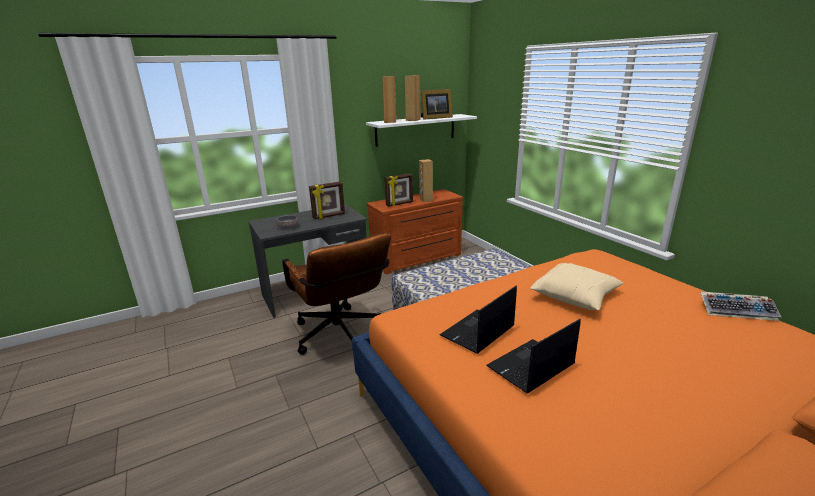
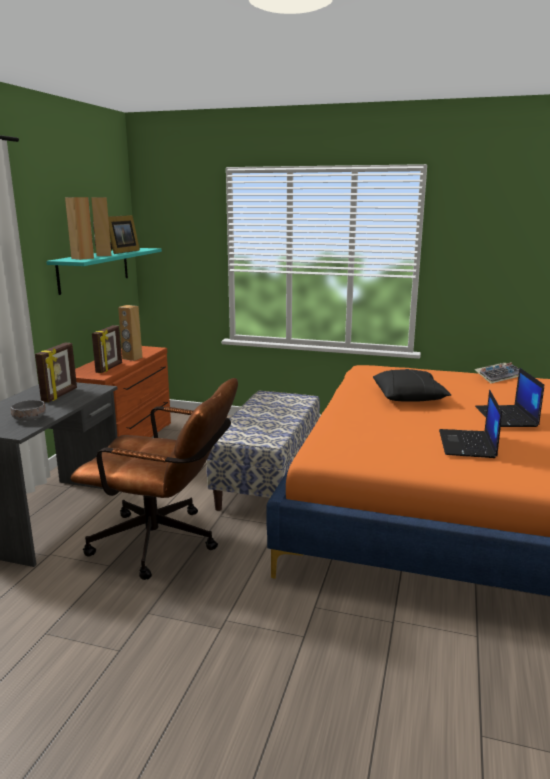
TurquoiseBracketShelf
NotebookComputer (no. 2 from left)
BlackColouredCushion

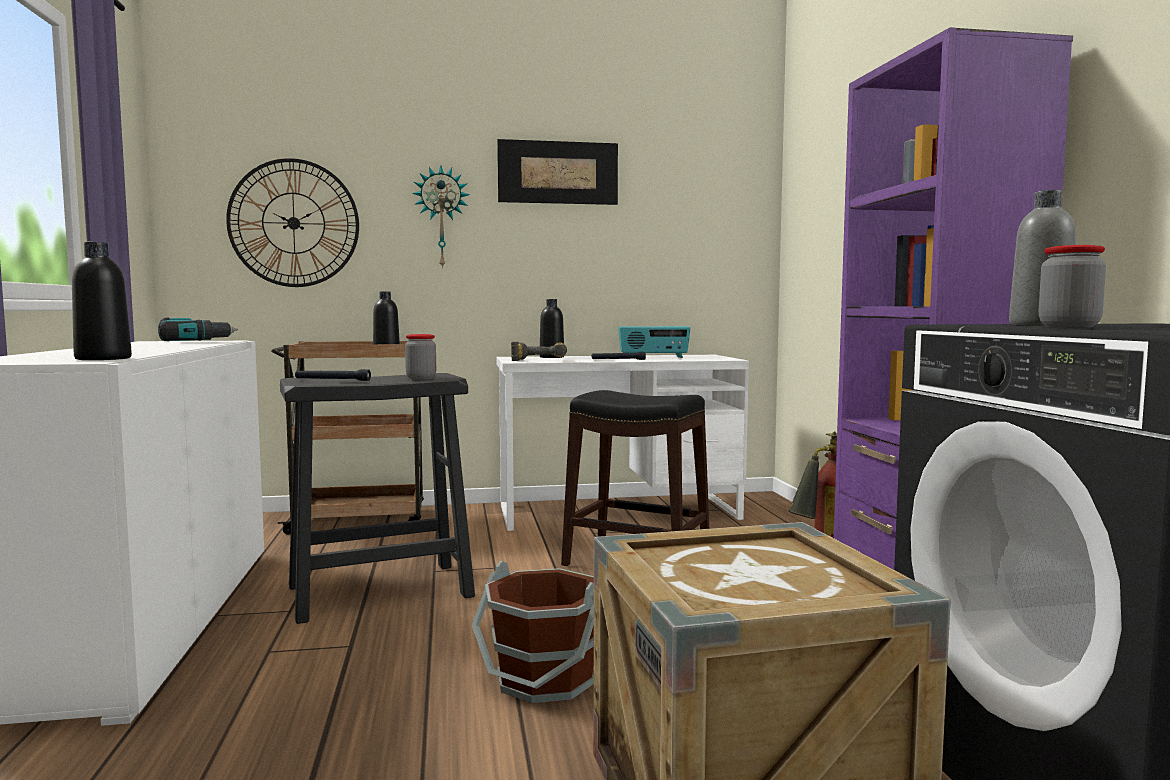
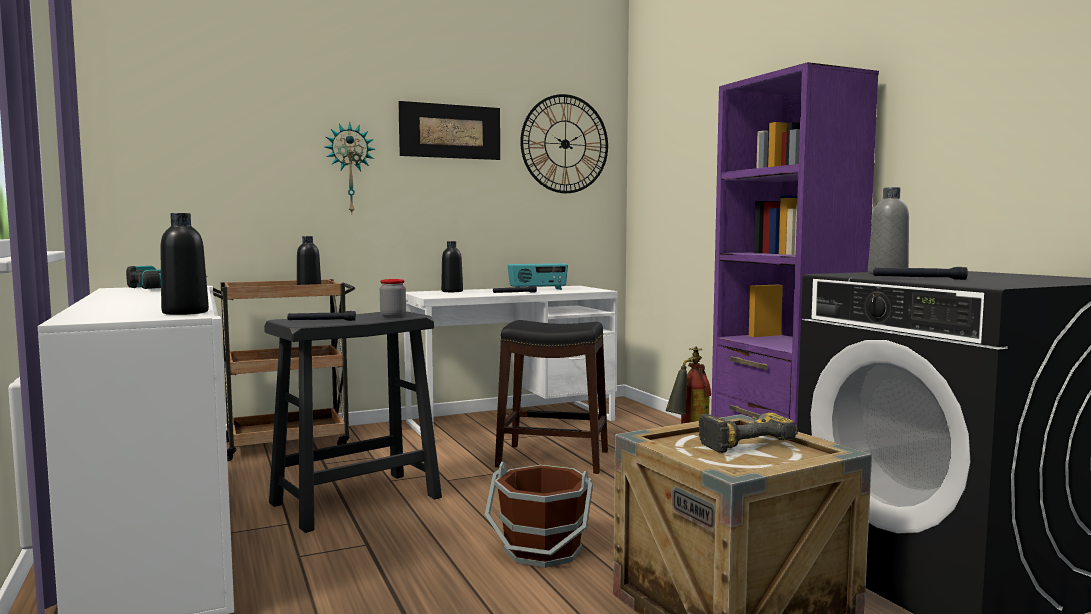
ClockOnTheWall (no. 2 from left)
ElectricDrill (no. 2 from left)
BlackColouredTorch (no. 3 from left)

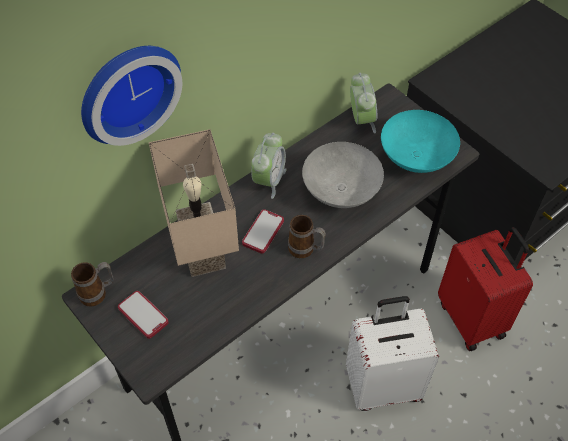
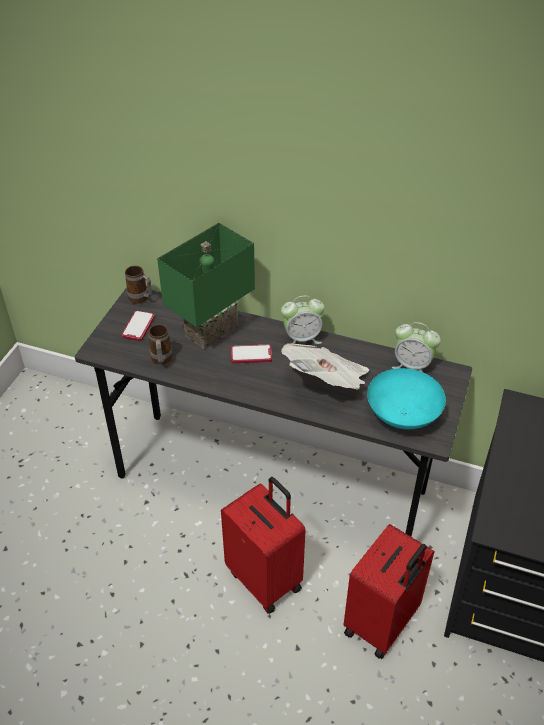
ClockOnTheWall
GreenishLampForATable
Mug (no. 2 from left)
DailyPaper
RedSuitcase (no. 1 from left)
AlarmClock (no. 2 from left)

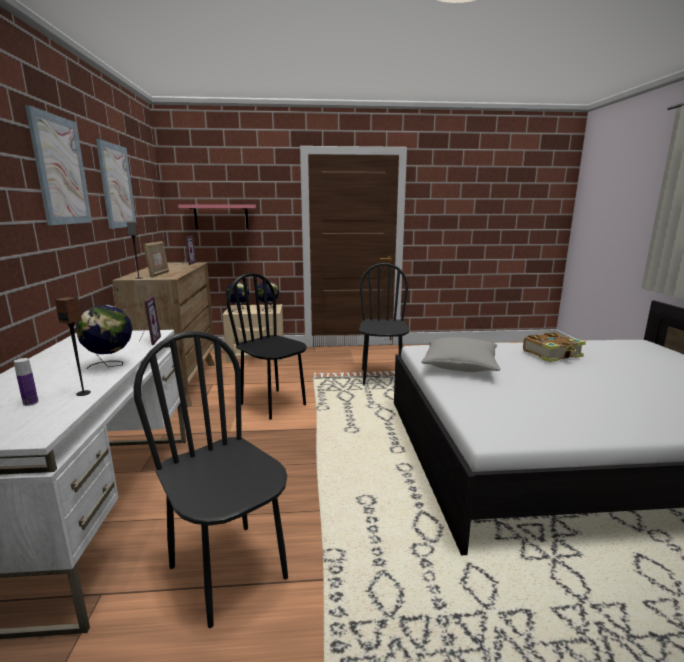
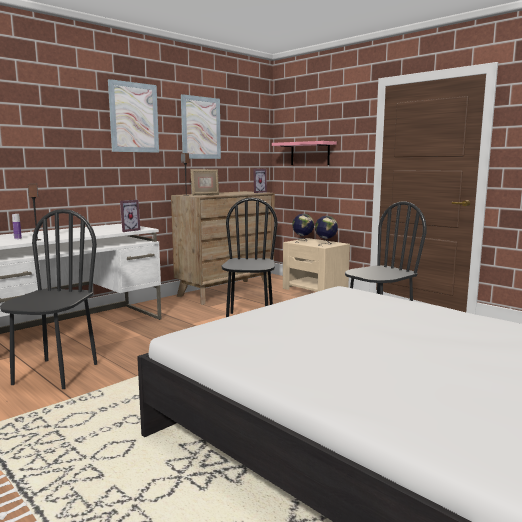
DeskGlobe (no. 1 from left in the first image)
GreyCushion
Volume

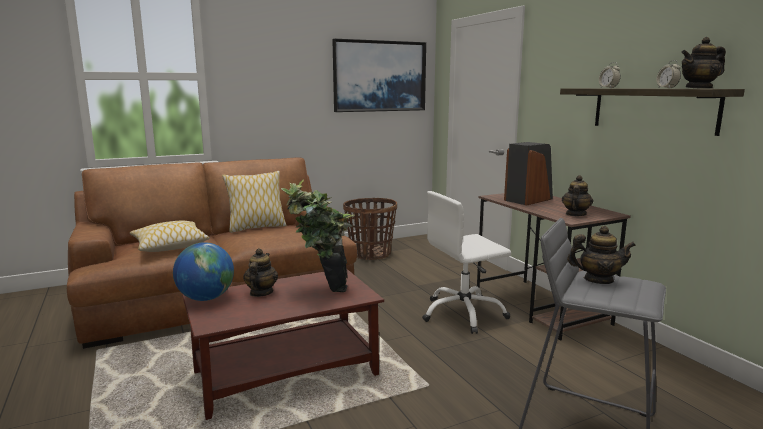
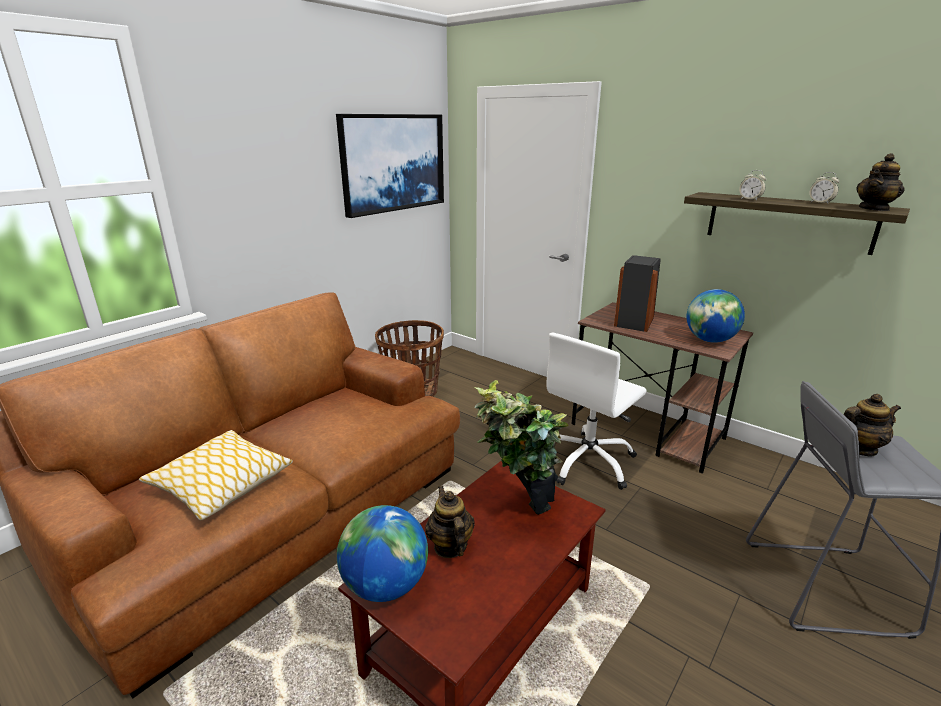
Cushion (no. 2 from left in the first image)
DeskGlobe (no. 2 from left)

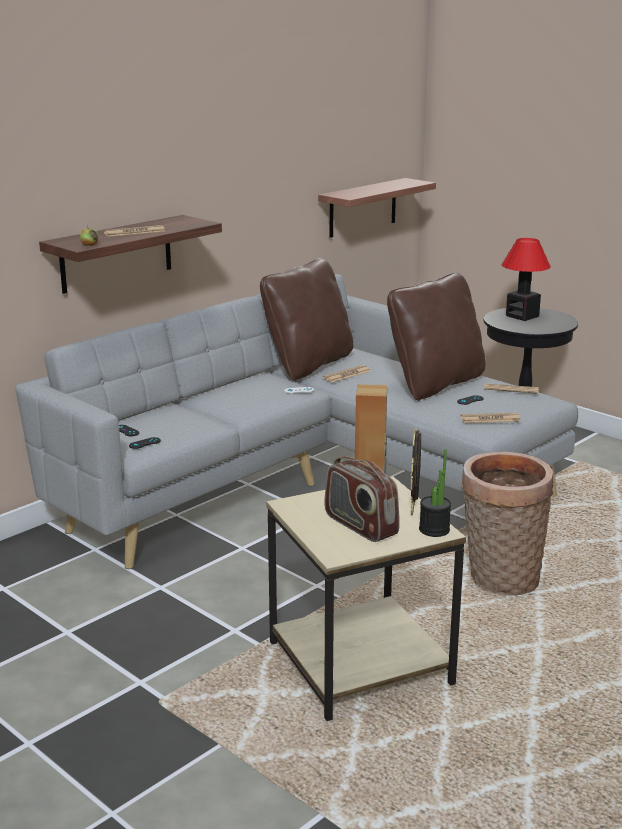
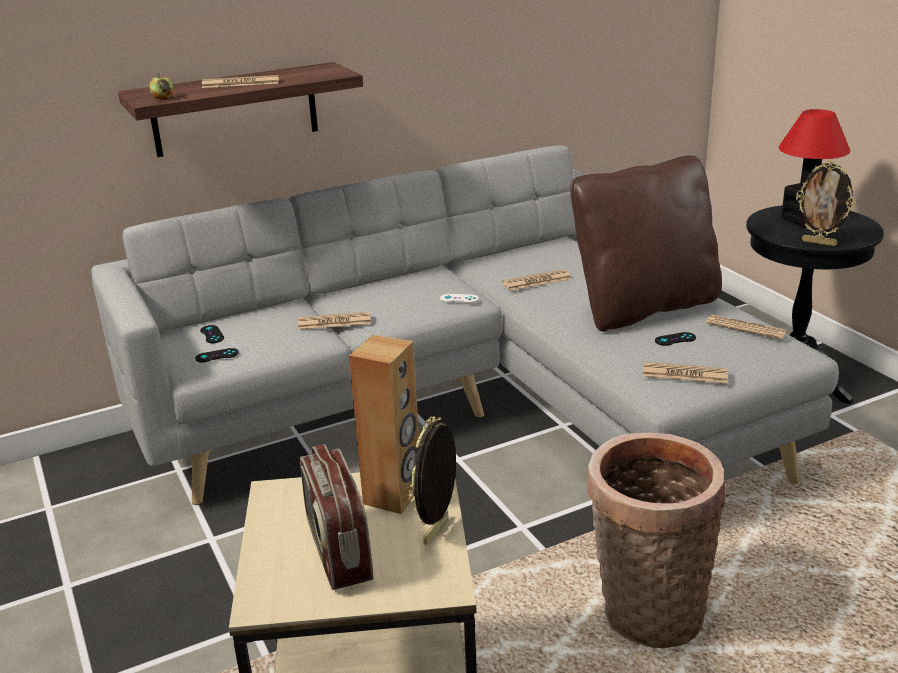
BrownishCushion (no. 1 from left in the first image)
BracketShelf (no. 2 from left in the first image)
PlantInAPot
DailyPaper (no. 2 from left)
StandingFrame (no. 2 from left)

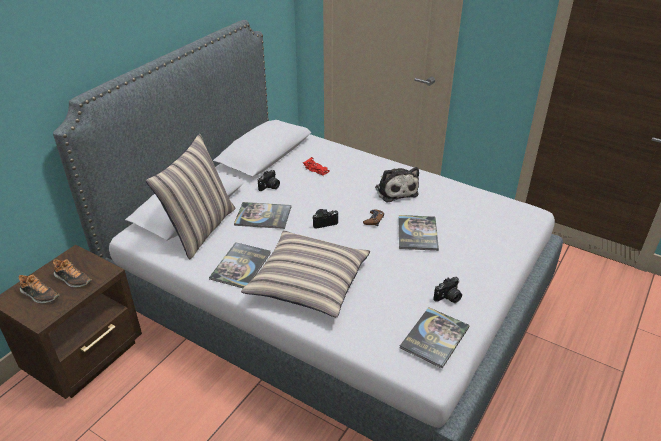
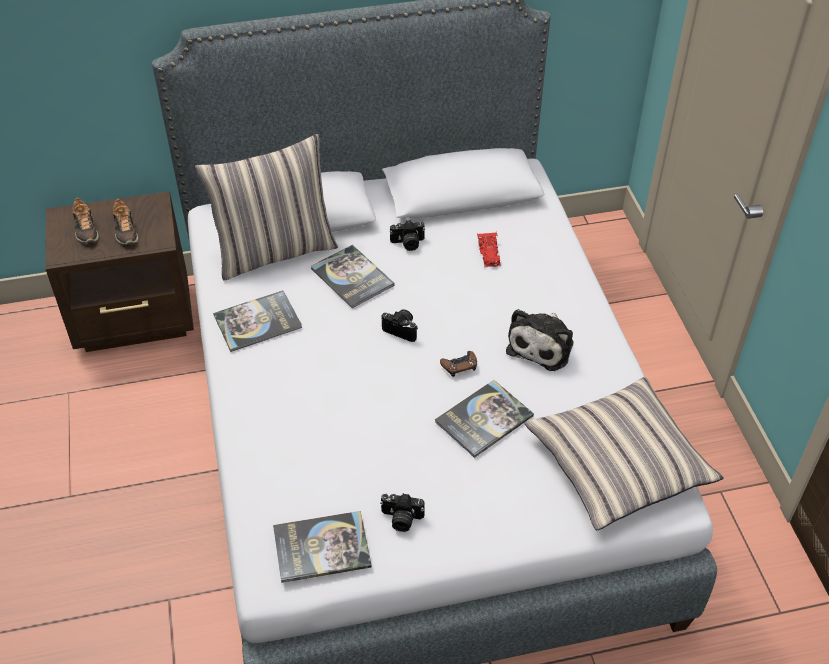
Cushion (no. 2 from left)

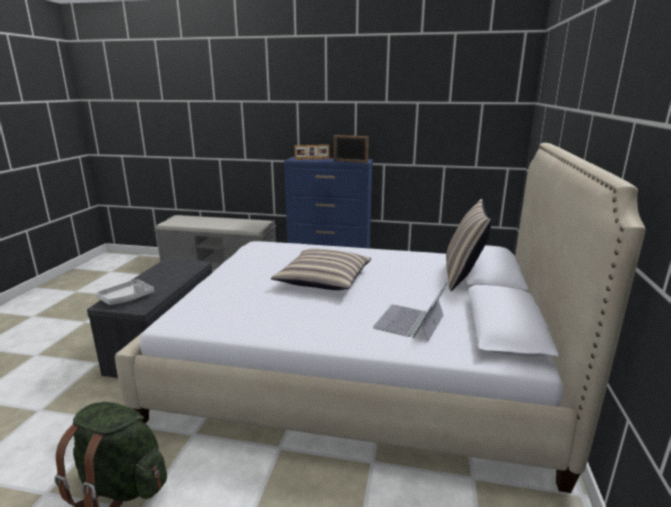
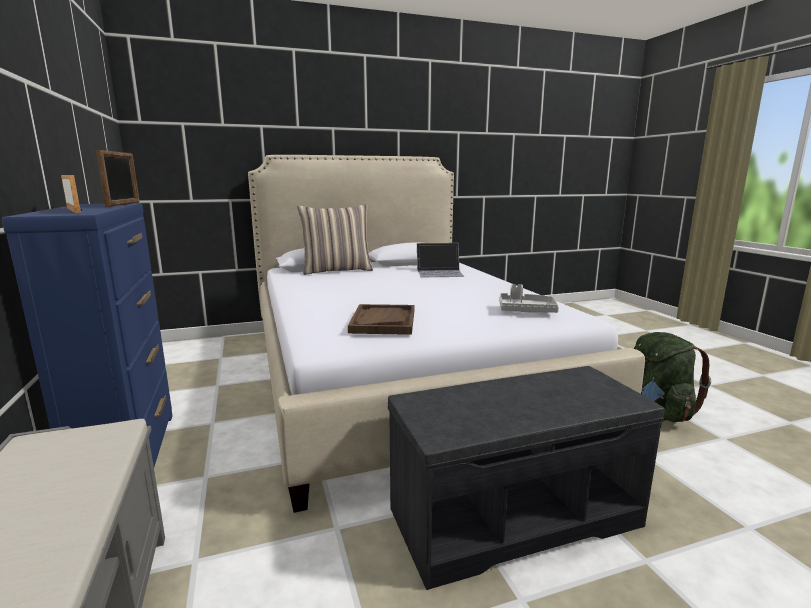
GreyCarryingTray
Cushion (no. 1 from left in the first image)
BrownishCarryingTray

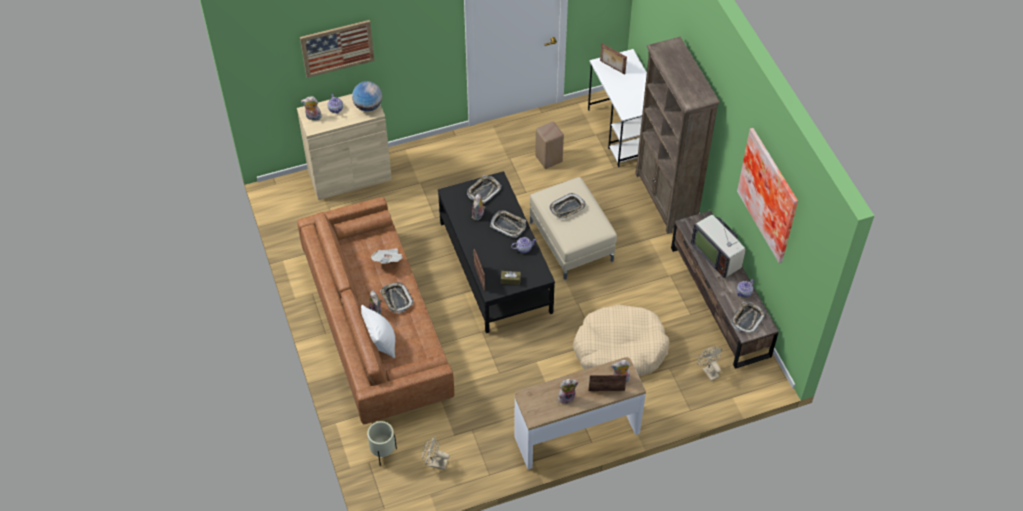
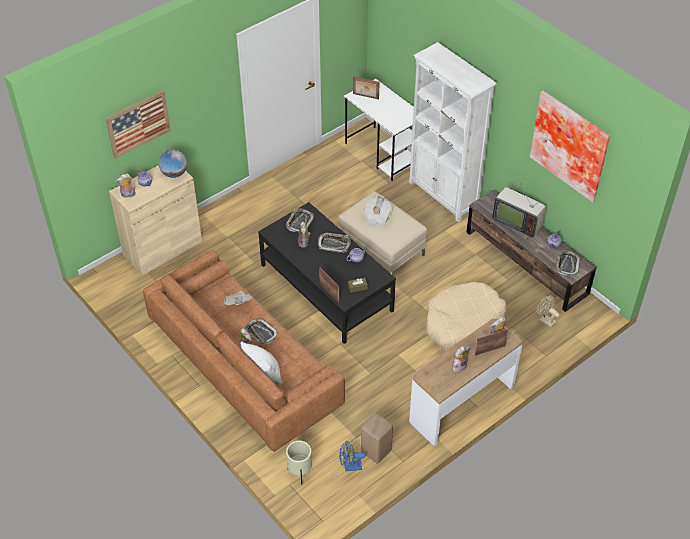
BlueColouredFan
BeigeColouredSittingStool
DailyPaper (no. 2 from left)
WhitishShelvingUnit

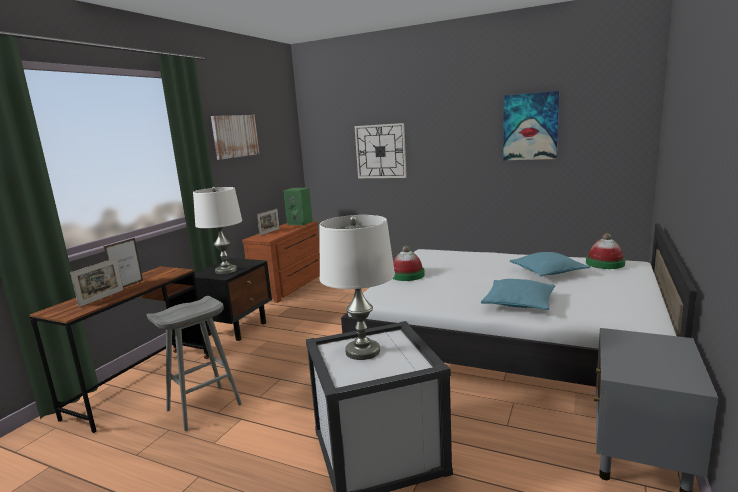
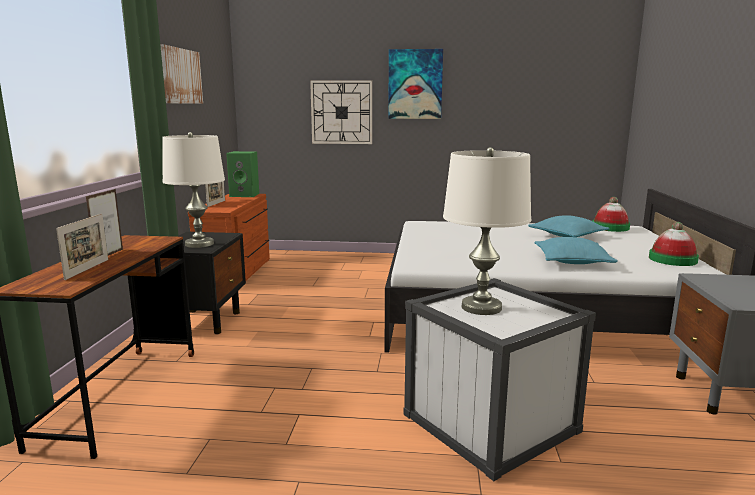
GreySittingStool
ClothingHat (no. 2 from left)
WallArt (no. 2 from left)

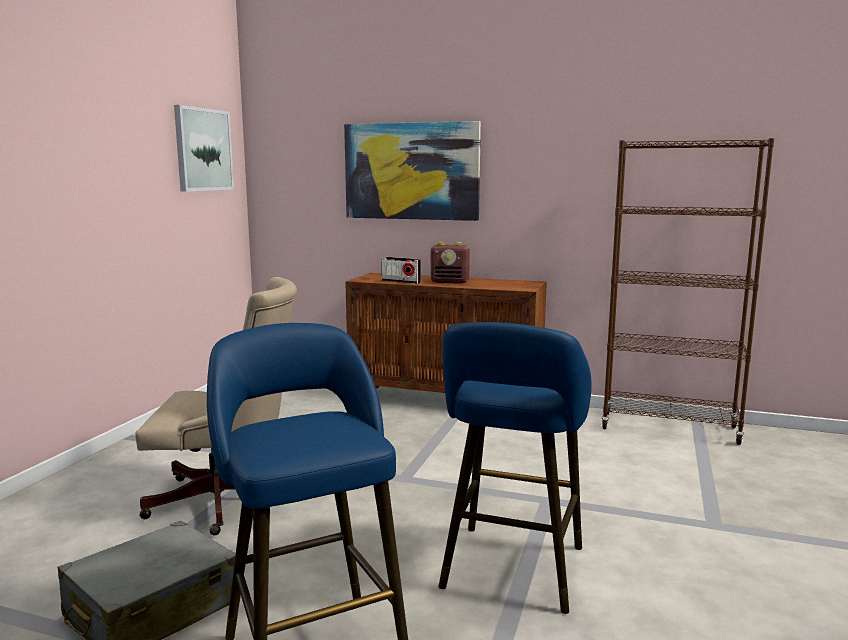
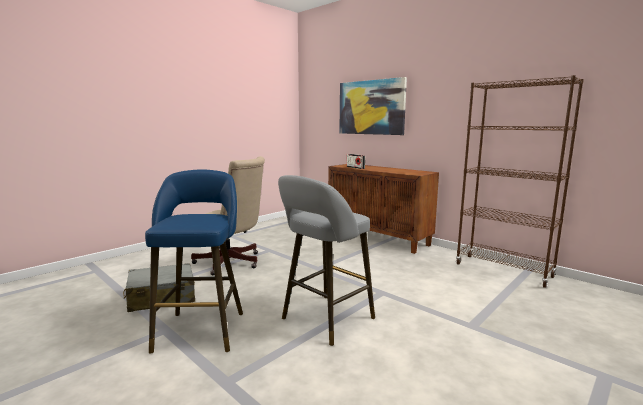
WallArt (no. 1 from left in the first image)
RadioSet (no. 2 from left in the first image)
GreySittingStool

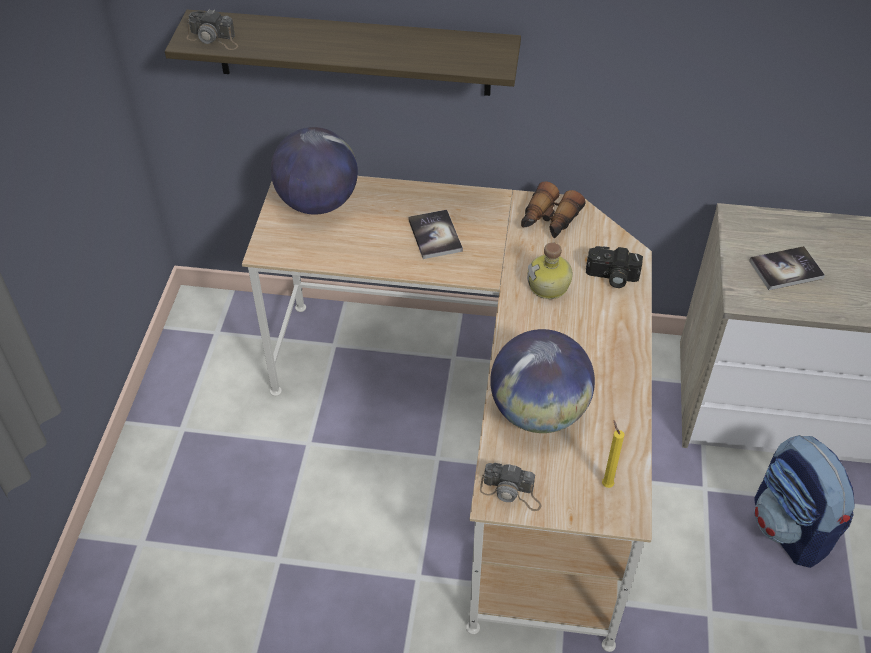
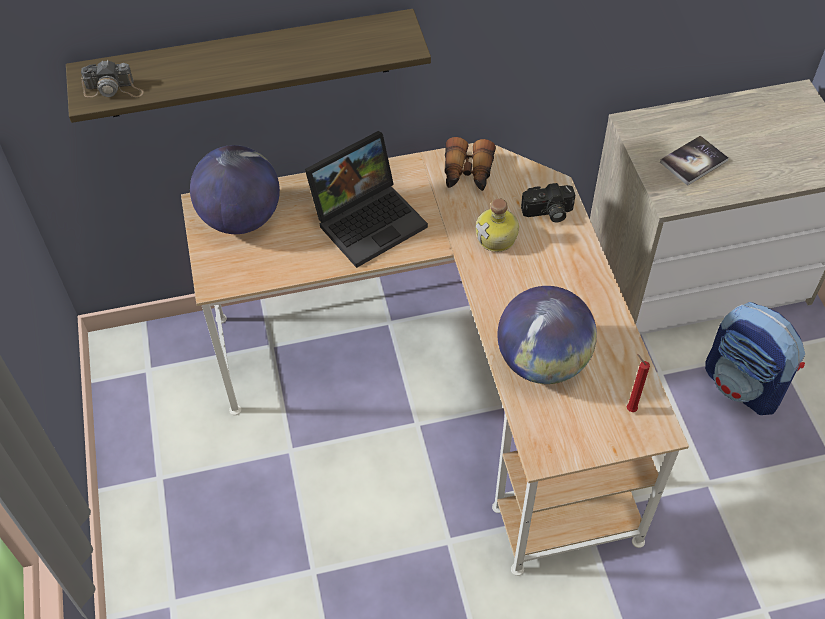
NotebookComputer
PhotoCamera (no. 2 from left in the first image)
RedWaxCandle

